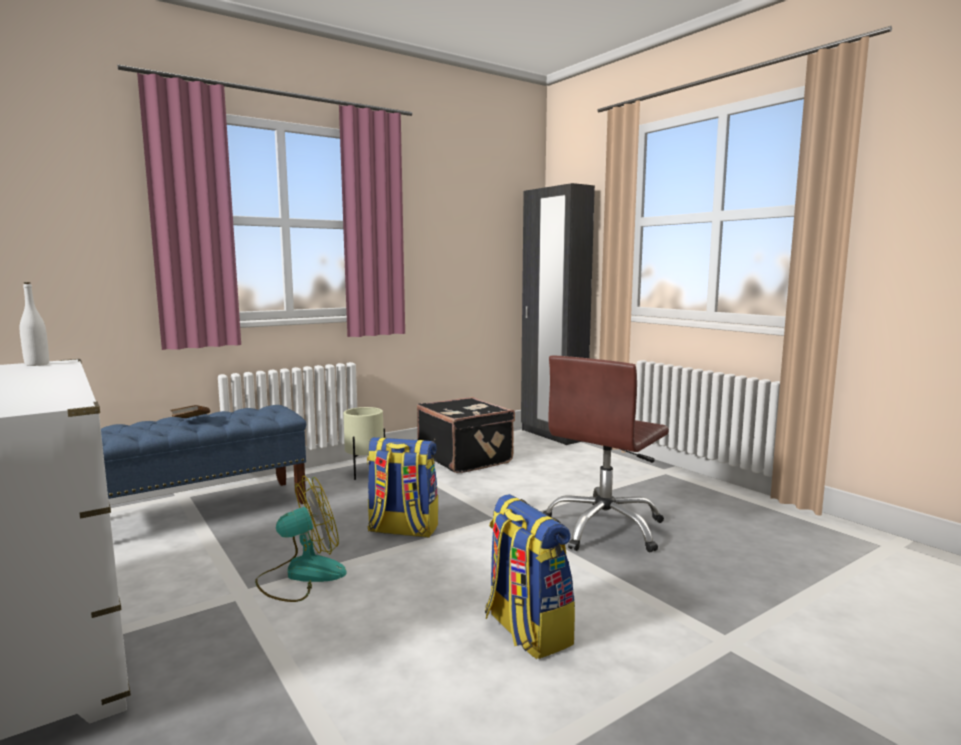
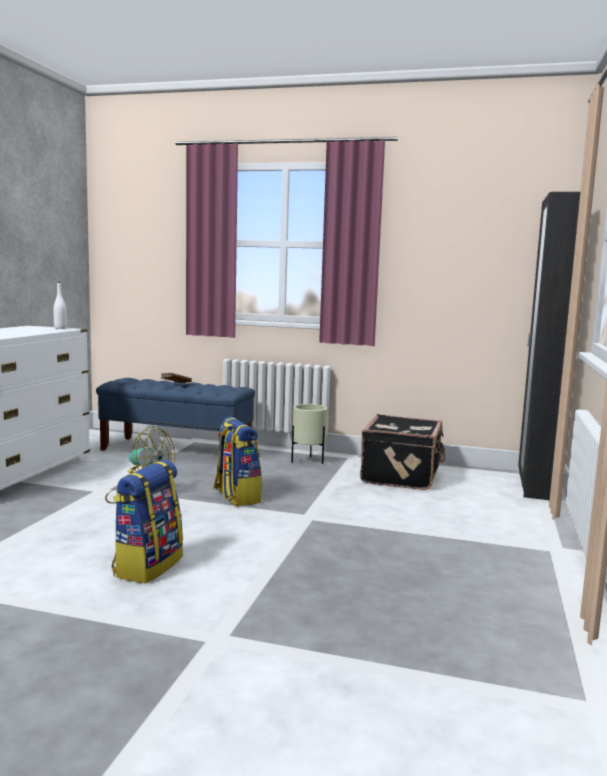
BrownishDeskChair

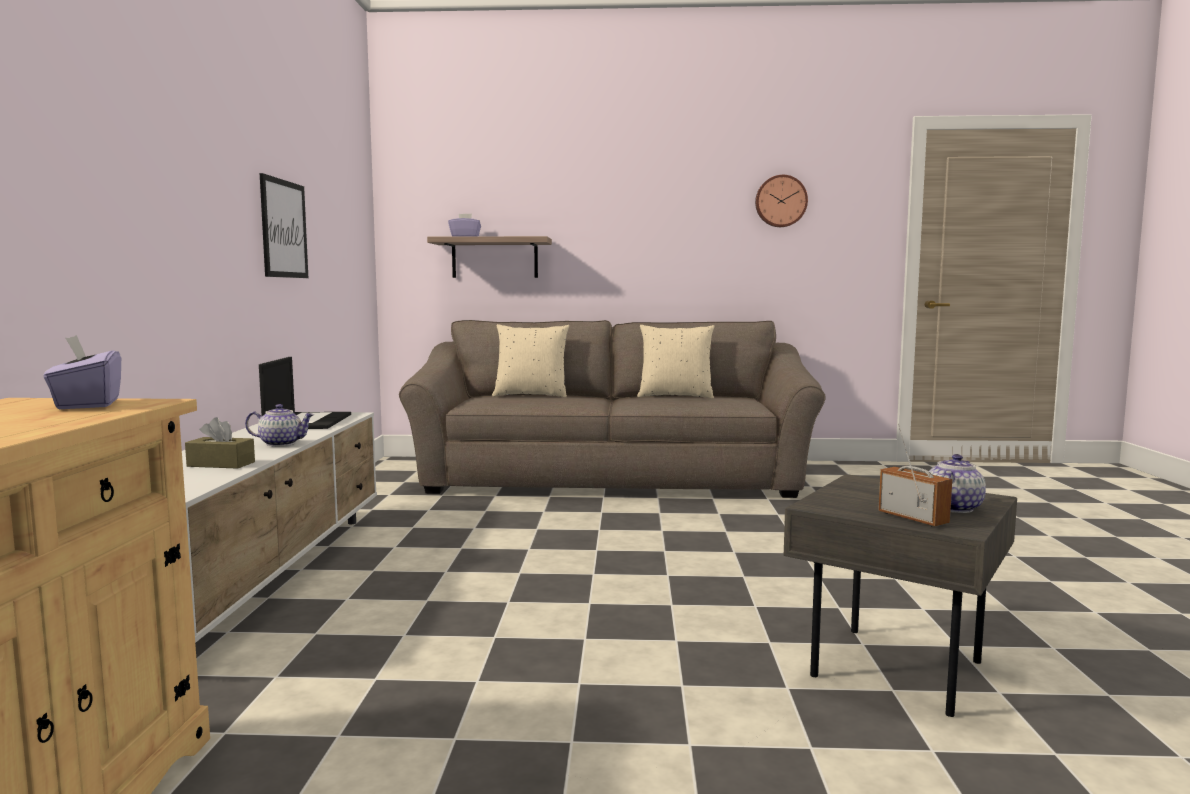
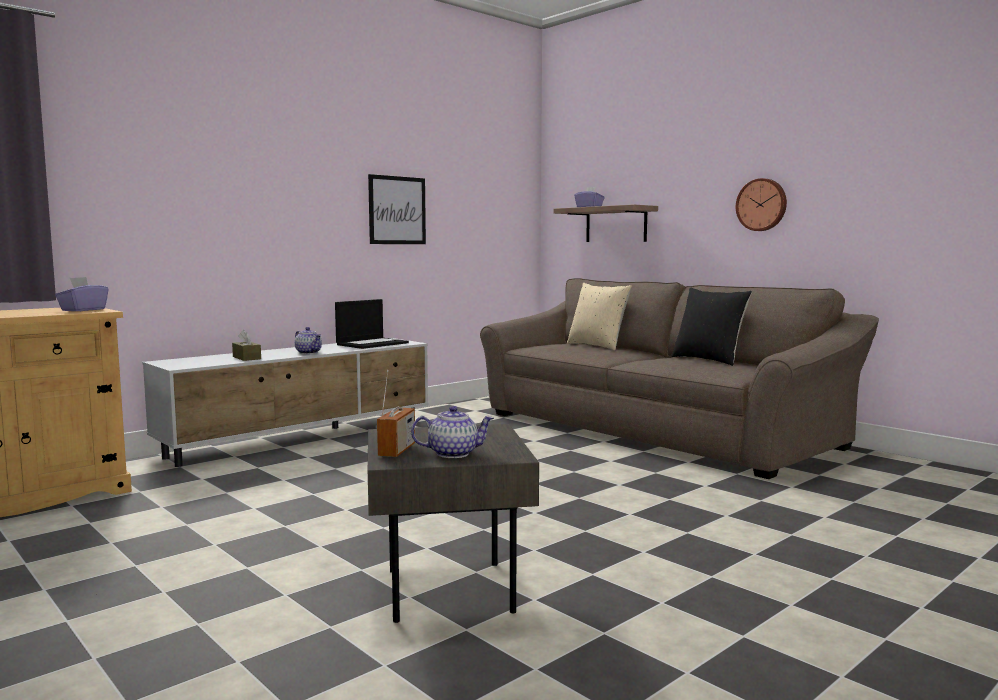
BlackColouredCushion
ClockOnTheWall

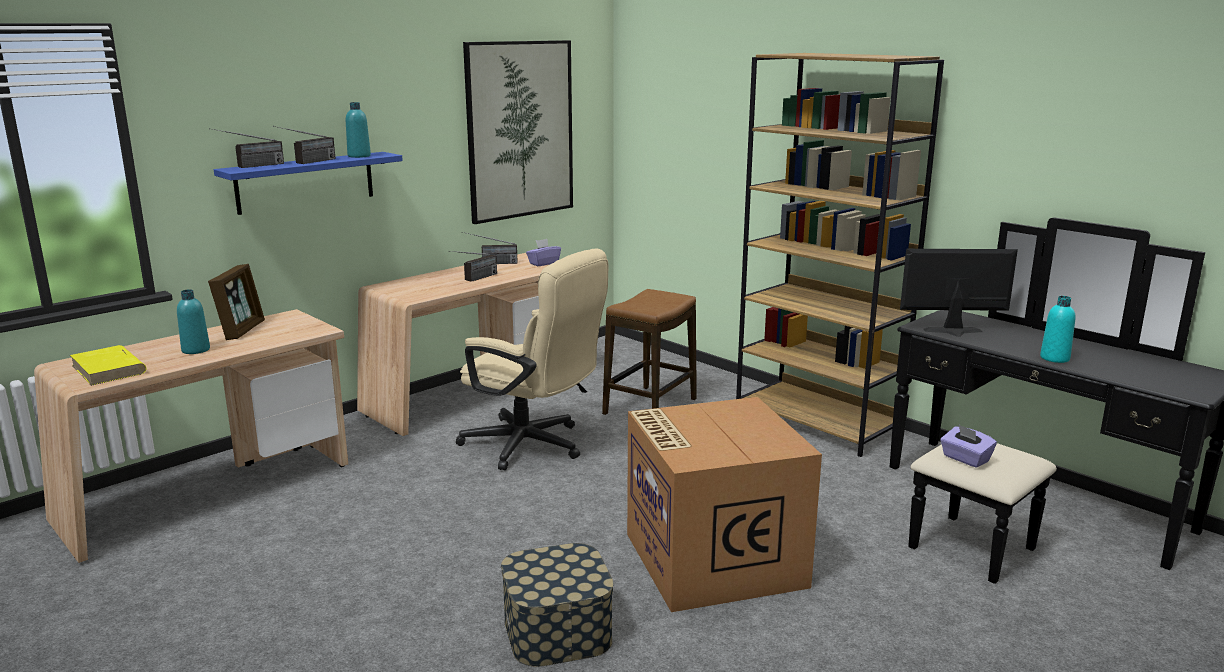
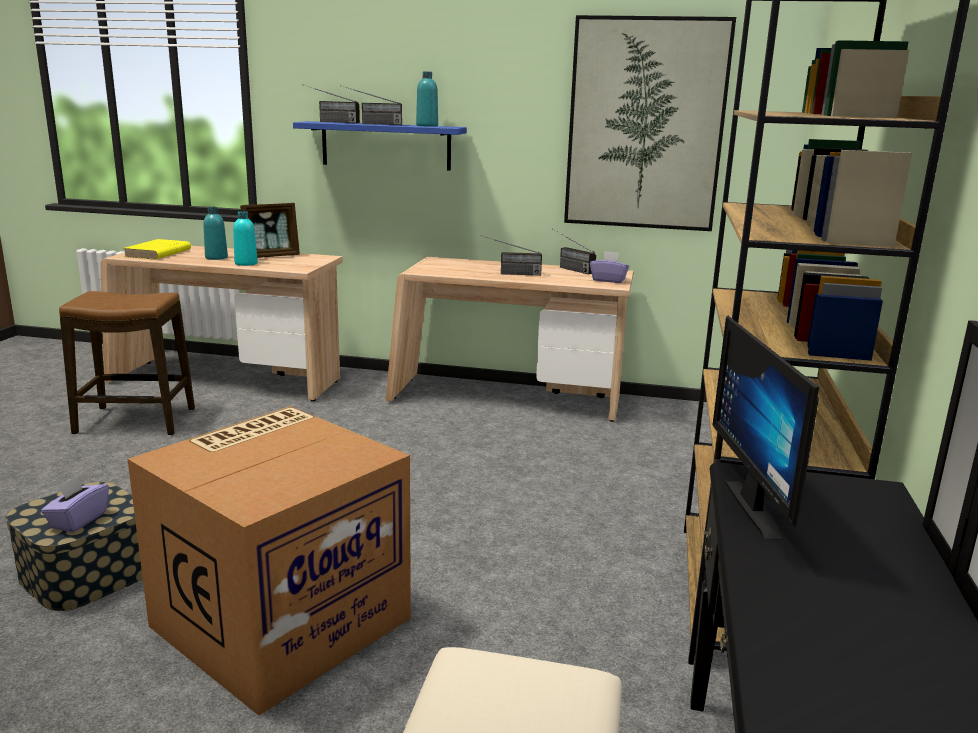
BeigeColouredDeskChair
SittingStool
Monitor
PurpleColouredTissueBox (no. 1 from left)
TurquoiseDrinkBottle (no. 2 from left)

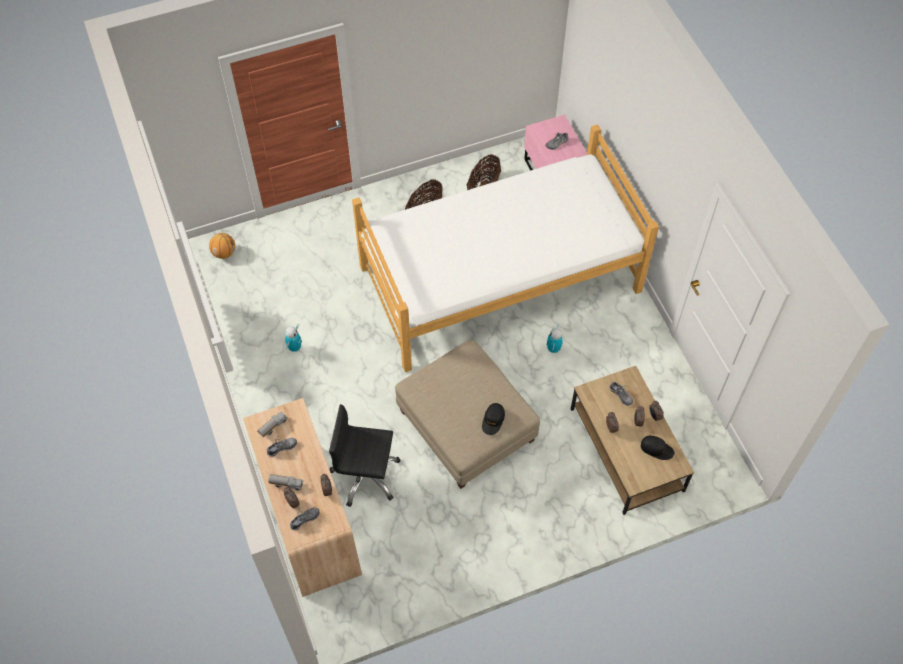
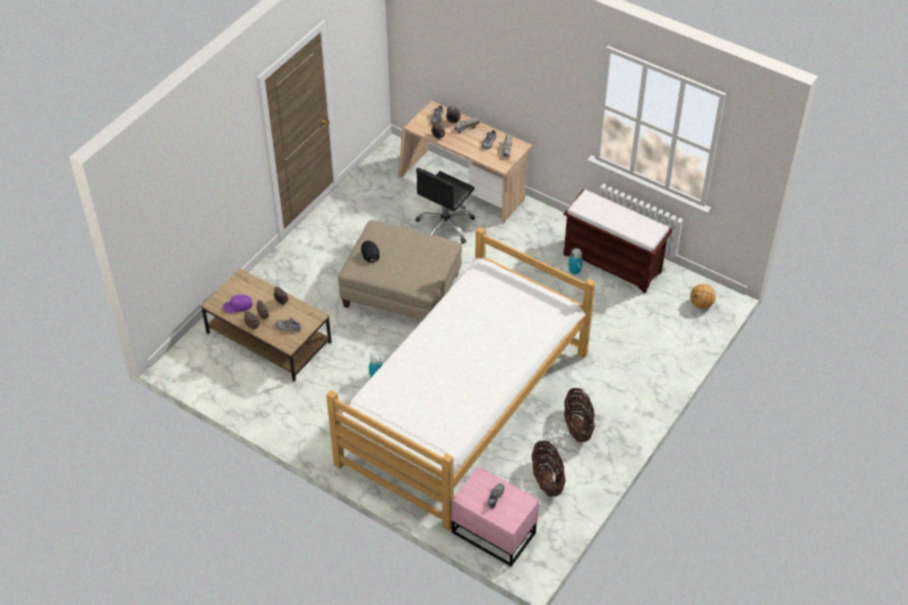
BlackColouredDeskChair
PurpleColouredPeakedCap
BrownishBench

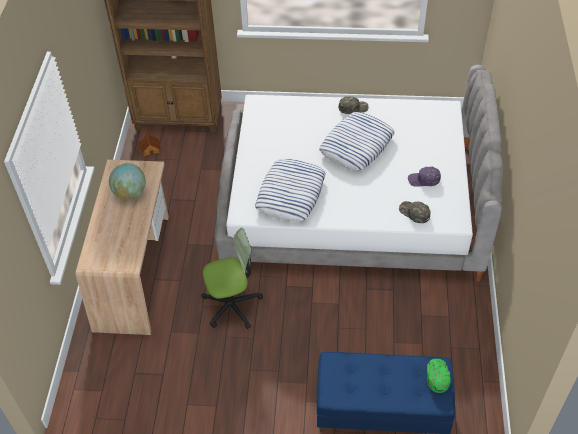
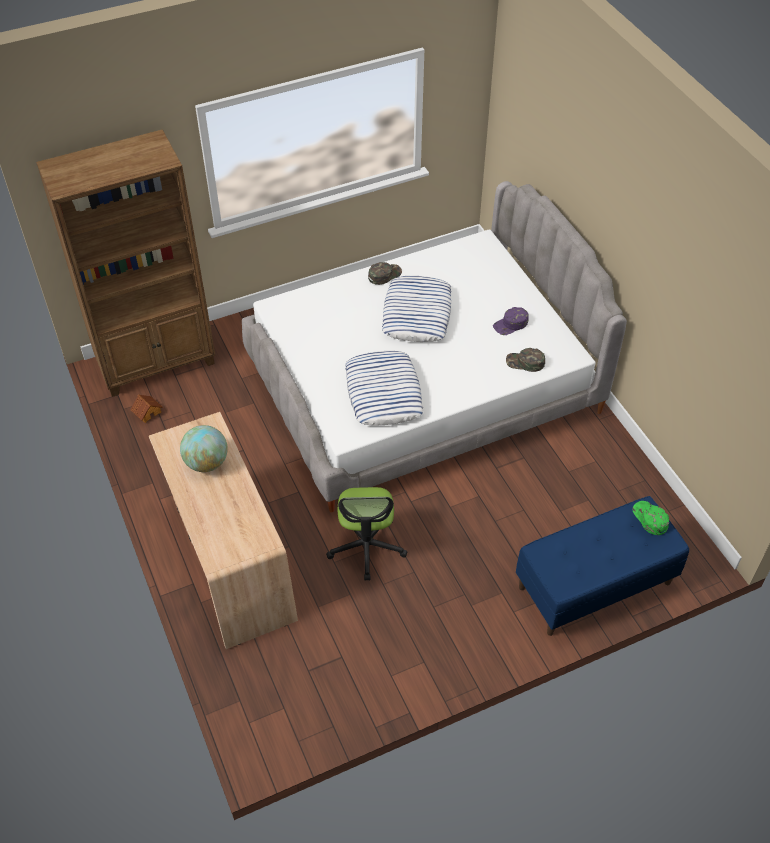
DeskChair

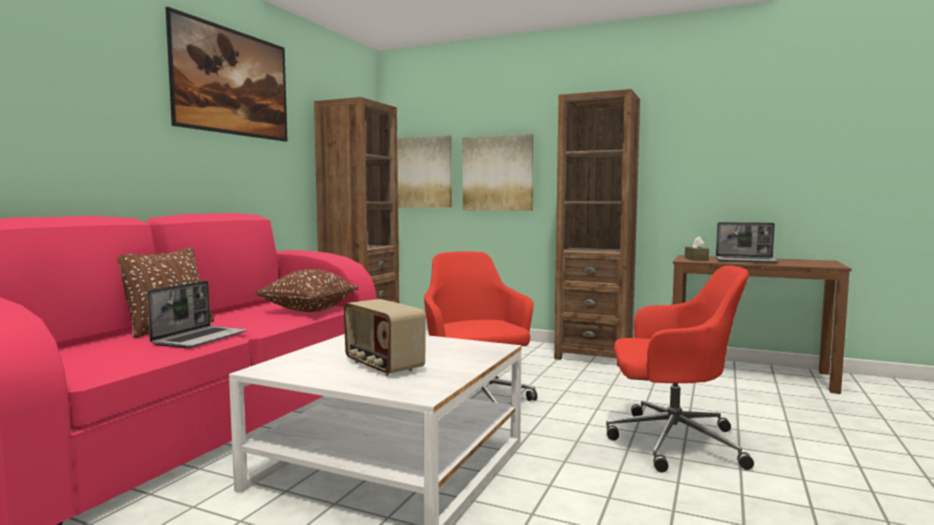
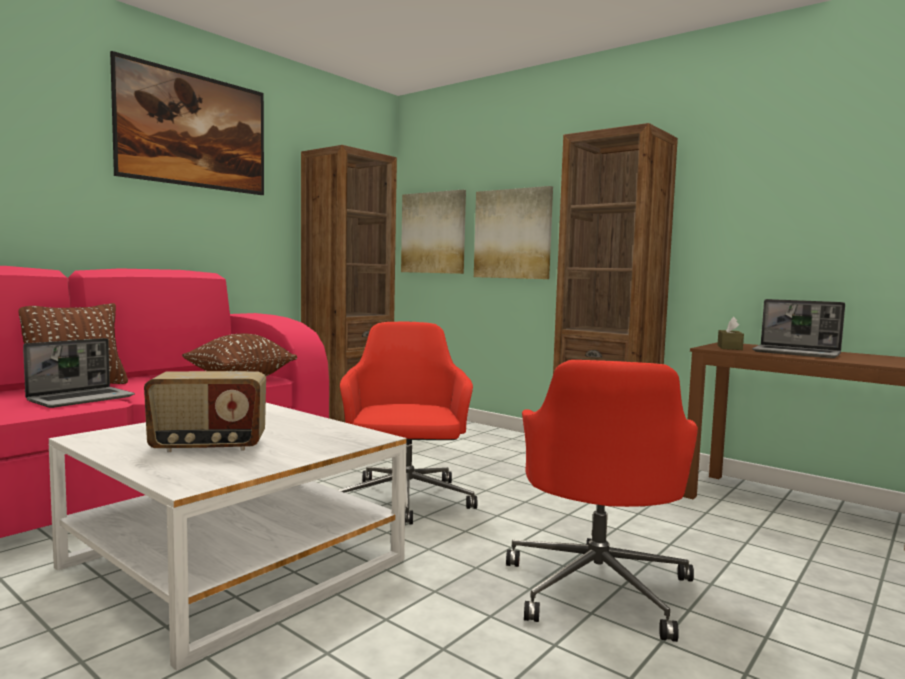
RadioSet
RedDeskChair (no. 2 from left)

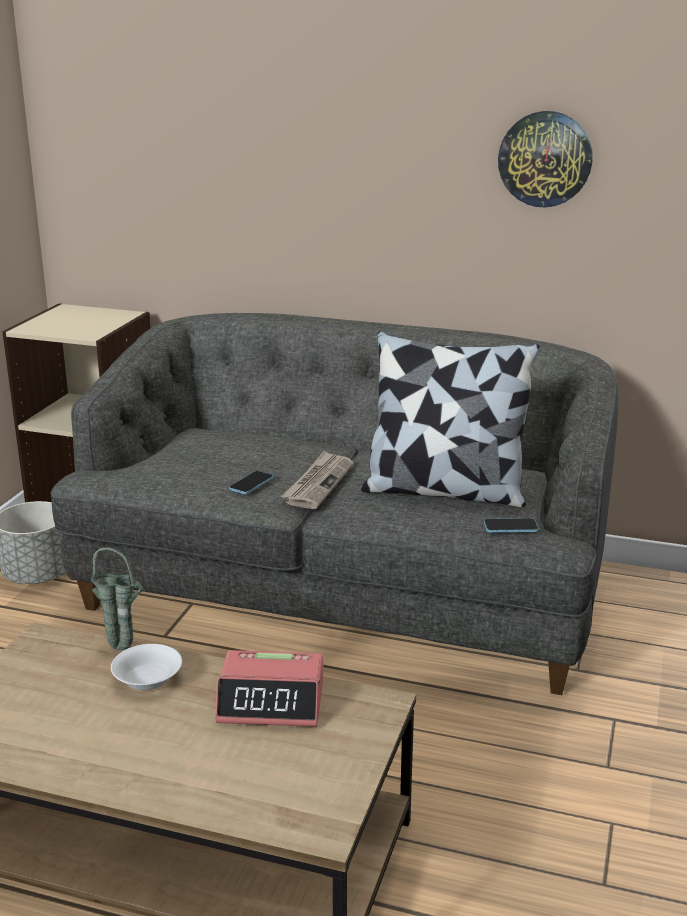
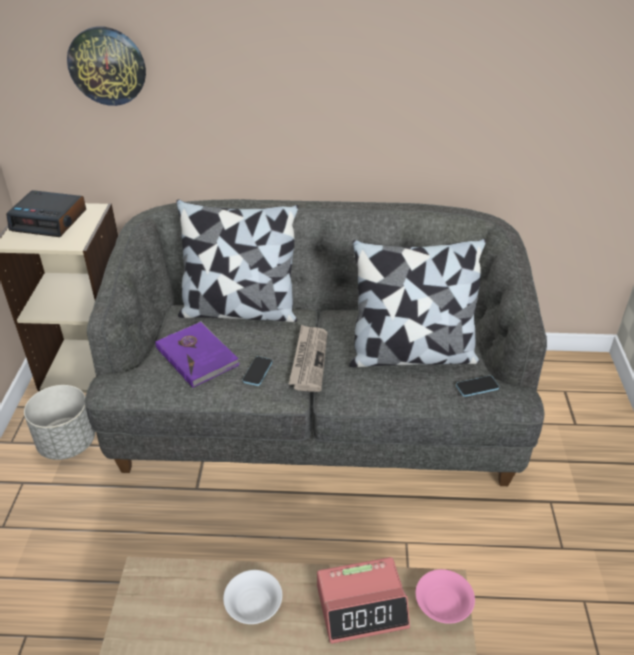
GreenishFlowerVase
ClockOnTheWall
AlarmClock (no. 1 from left)
PurpleColouredVolume
Cushion (no. 1 from left)
PinkColouredDeepDish

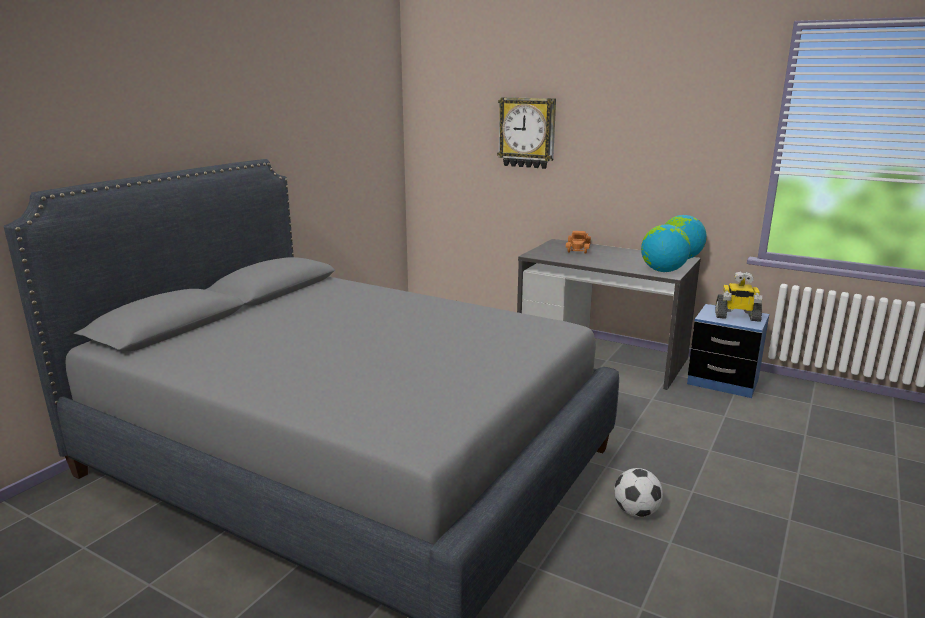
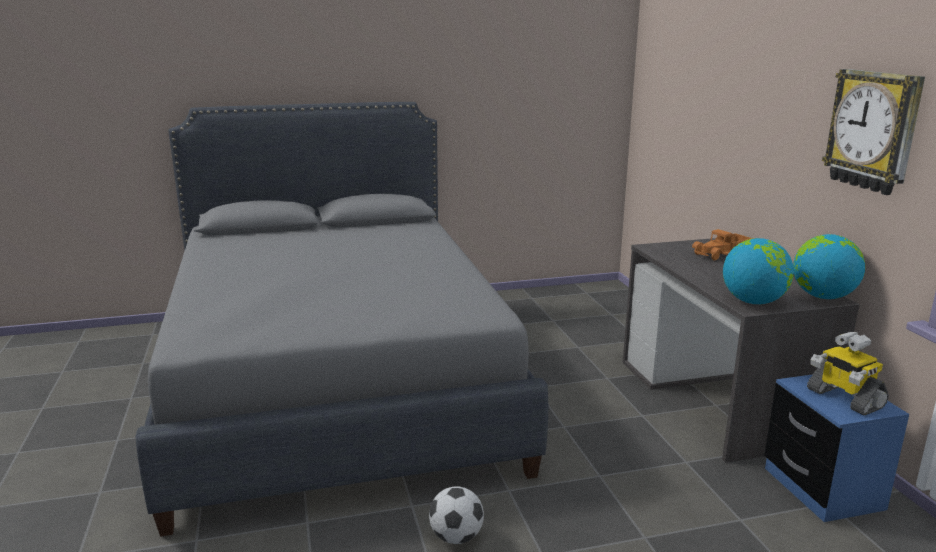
ClockOnTheWall

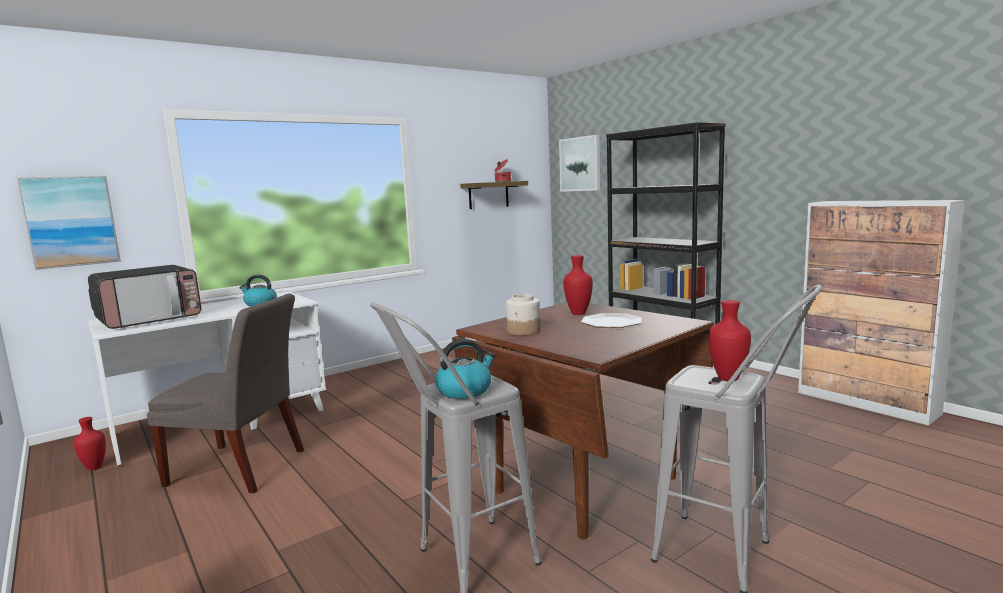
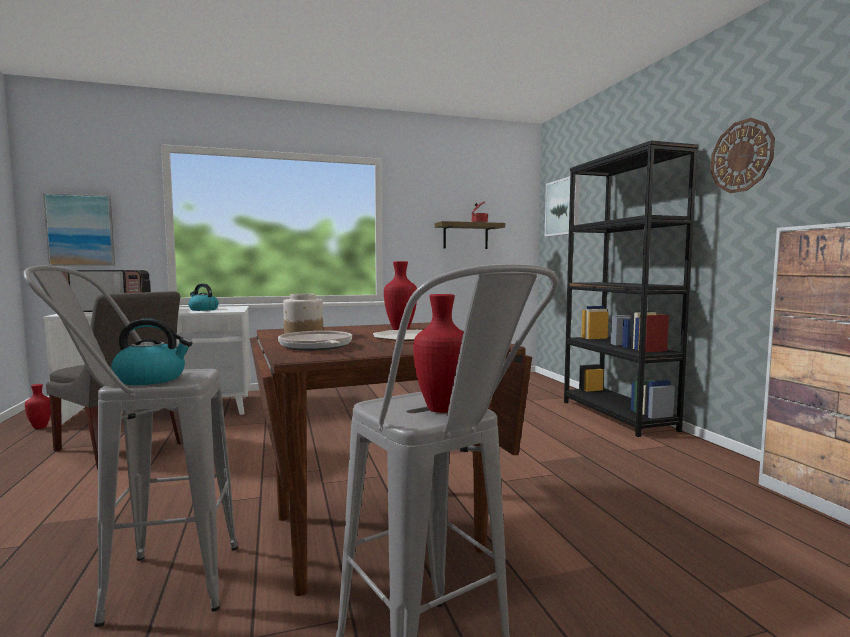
Pan
ClockOnTheWall

